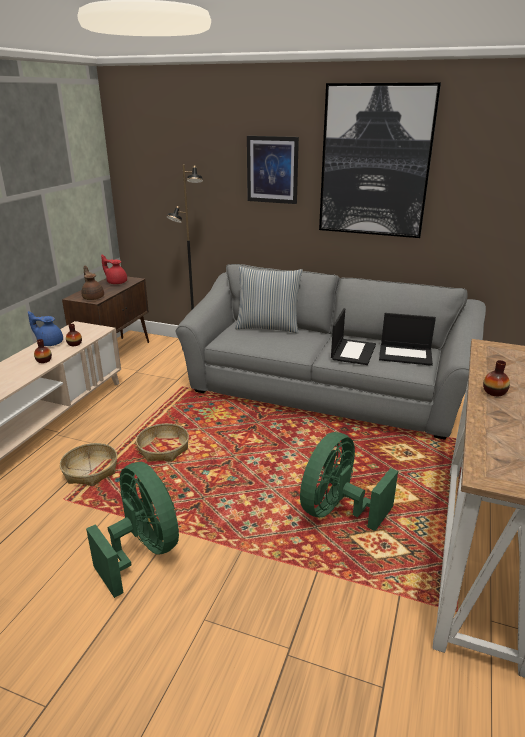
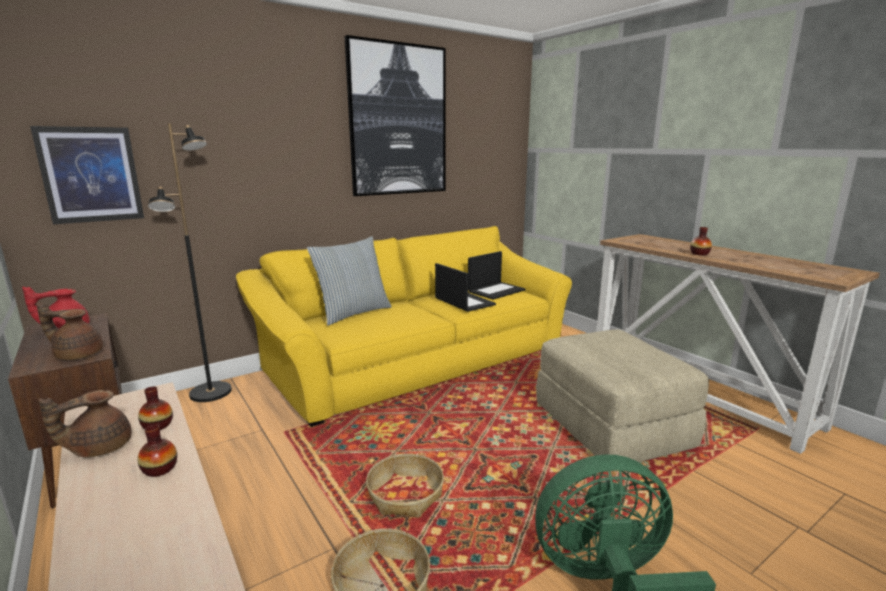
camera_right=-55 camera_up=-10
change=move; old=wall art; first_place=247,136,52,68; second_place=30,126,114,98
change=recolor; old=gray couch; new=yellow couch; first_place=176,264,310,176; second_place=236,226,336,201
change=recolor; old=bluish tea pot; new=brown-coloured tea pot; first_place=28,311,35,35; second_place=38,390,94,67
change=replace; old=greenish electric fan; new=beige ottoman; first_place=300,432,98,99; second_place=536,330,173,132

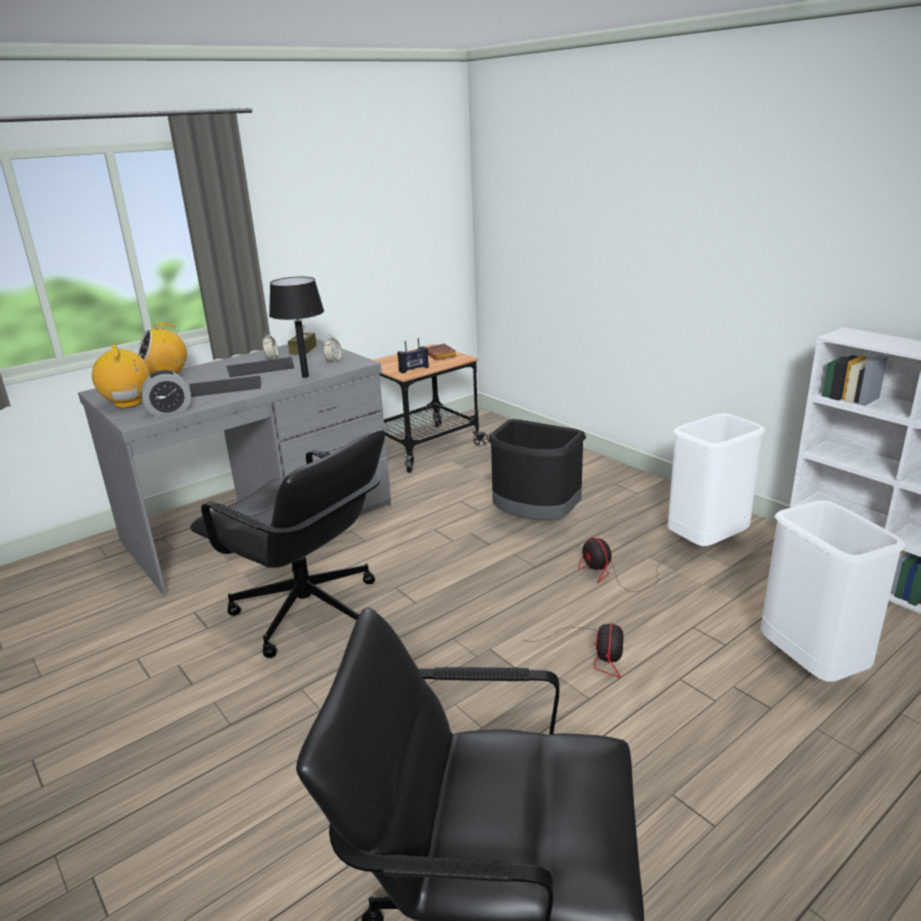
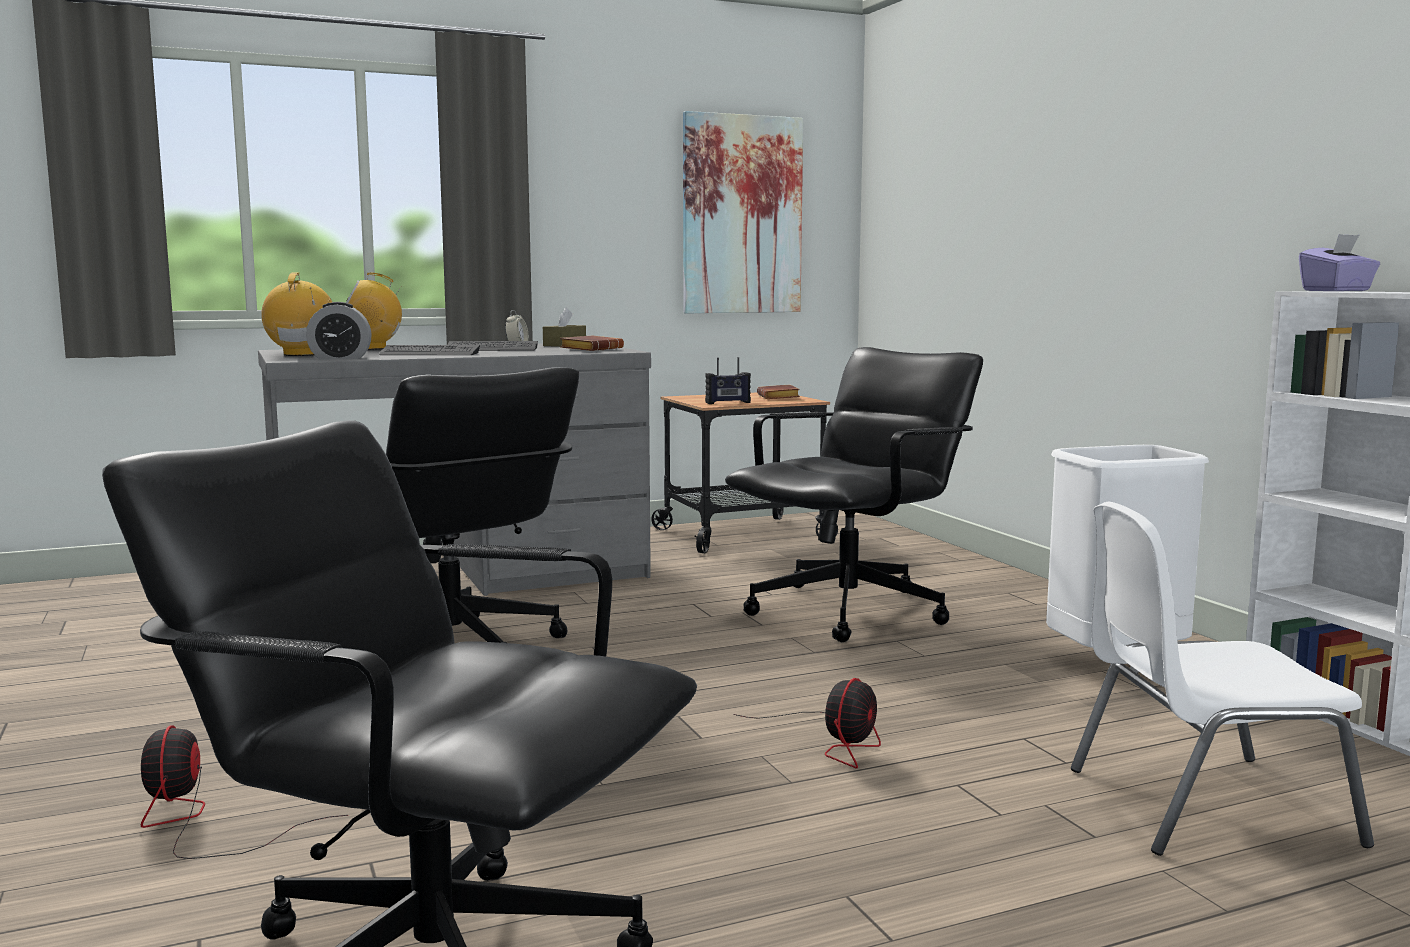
camera_right=15 camera_up=-15
change=delete; old=blackish tabletop lamp; first_place=269,277,55,101
change=replace; old=alarm clock; new=brown-coloured bound book; first_place=323,334,19,29; second_place=560,336,64,15
change=replace; old=blackish trash can; new=blackish office chair; first_place=488,419,98,102; second_place=725,347,258,295
change=replace; old=white-coloured trash can; new=white-coloured plain chair; first_place=760,500,146,182; second_place=1071,502,303,354
change=move; old=electric fan; first_place=578,538,89,54; second_place=141,725,208,134
change=insert; new=wall art; second_place=683,111,120,203
change=insert; new=purple tissue holder; second_place=1299,234,81,57

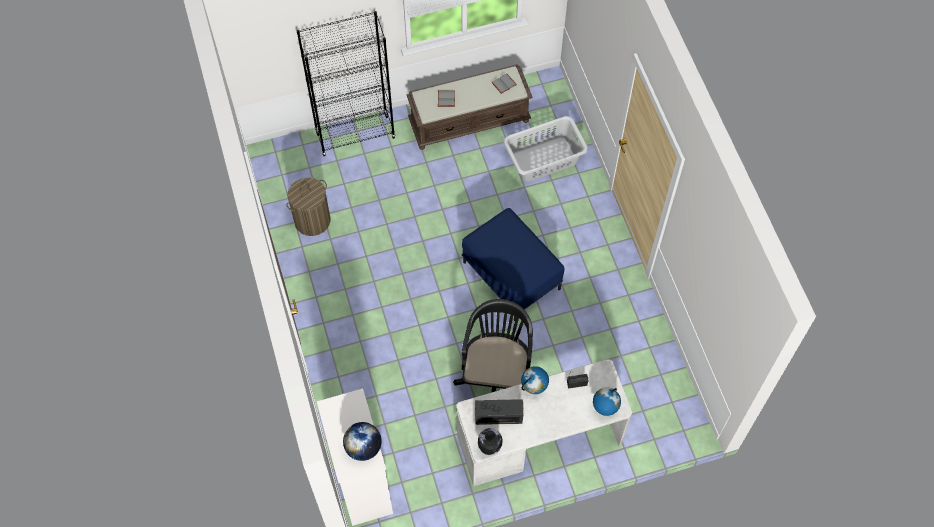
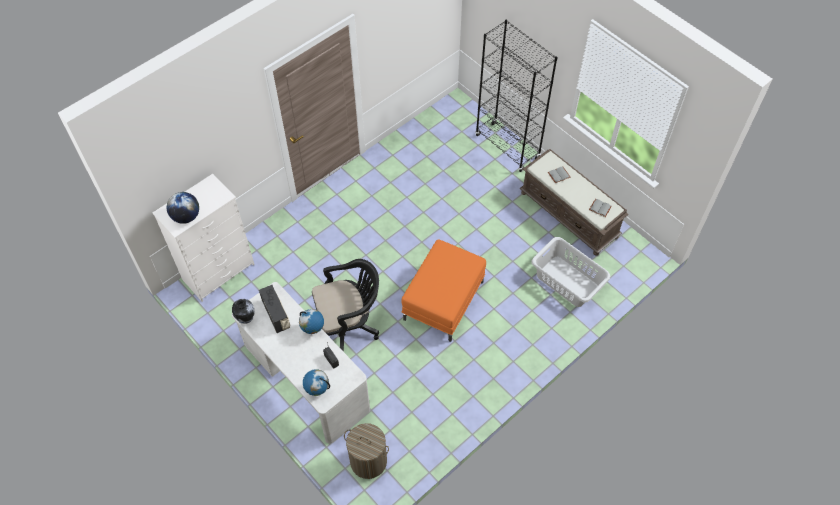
camera_right=65 camera_up=-5
change=move; old=laundry basket; first_place=286,178,44,58; second_place=344,423,45,56
change=recolor; old=bluish ottoman; new=orangey ottoman; first_place=462,208,102,113; second_place=402,240,84,102

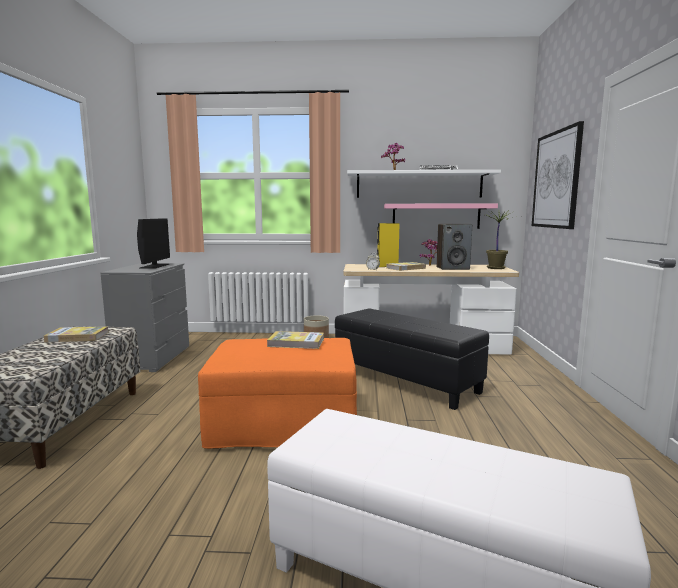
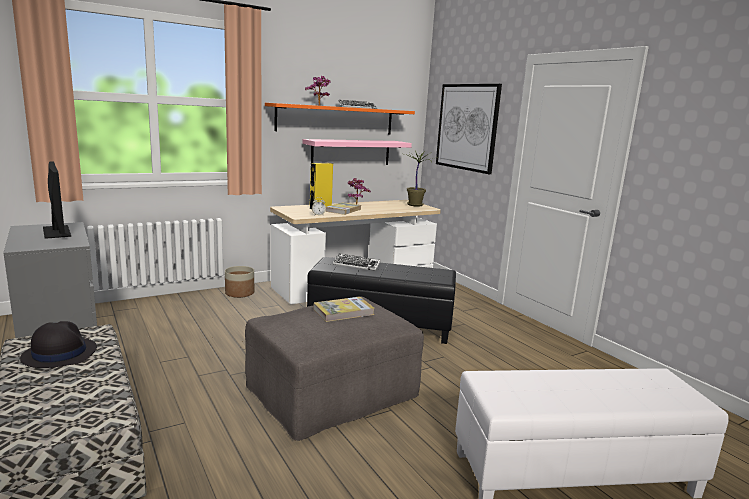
camera_right=-35 camera_up=5
change=recolor; old=white-coloured wall shelf; new=orangey wall shelf; first_place=347,170,154,28; second_place=265,103,150,32
change=delete; old=speaker; first_place=437,224,35,46
change=replace; old=bound book; new=blackish wearable hat; first_place=44,326,65,16; second_place=20,321,77,47
change=recolor; old=orangey ottoman; new=gray ottoman; first_place=198,338,159,111; second_place=245,296,179,145
change=insert; new=PC keyboard; second_place=333,254,48,17

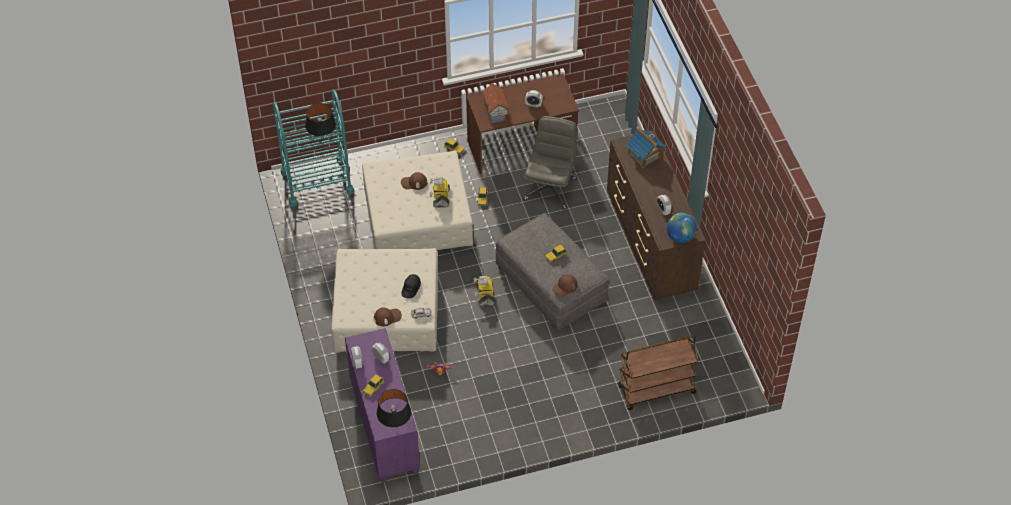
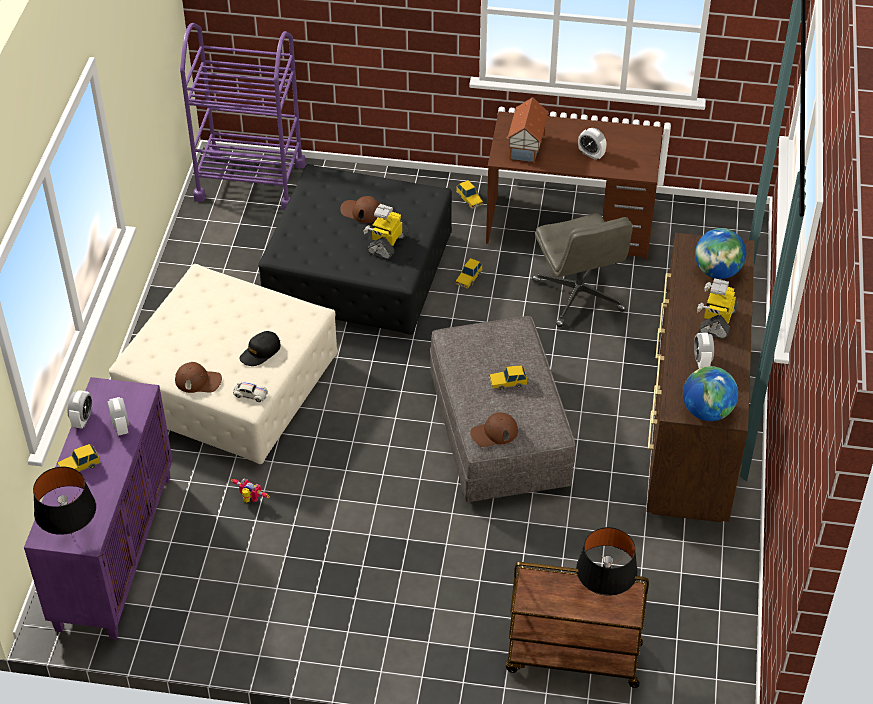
camera_right=25 camera_up=-5
change=recolor; old=turquoise wheeled cart; new=purple wheeled cart; first_place=273,90,81,117; second_place=180,23,126,187
change=move; old=blackish tabletop lamp; first_place=305,103,31,36; second_place=576,527,62,68
change=rotate; old=gray office chair; first_place=523,116,54,94; second_place=532,213,101,114; degrees=120
change=replace; old=miniature house; new=globe; first_place=626,127,40,42; second_place=695,228,51,51
change=recolor; old=beige ottoman; new=blackish ottoman; first_place=362,150,111,100; second_place=258,164,194,171
change=move; old=toy robot; first_place=474,276,21,31; second_place=697,278,41,61

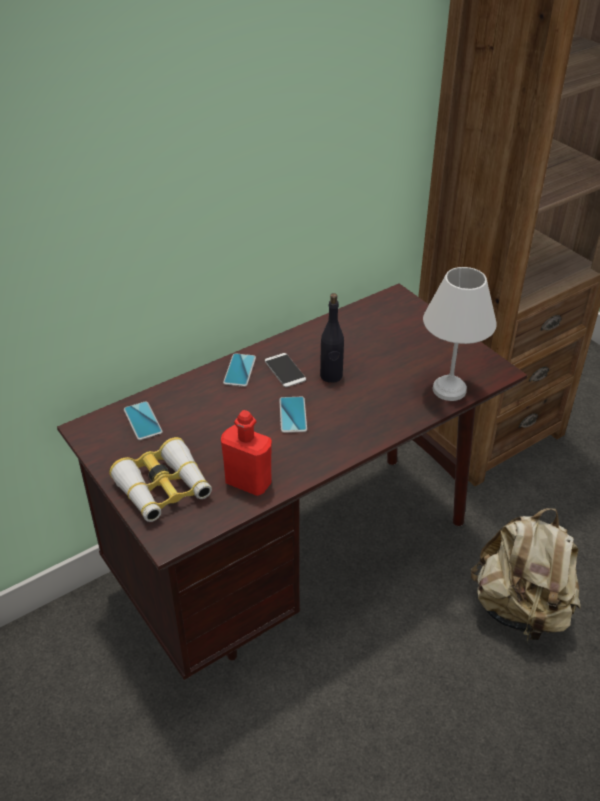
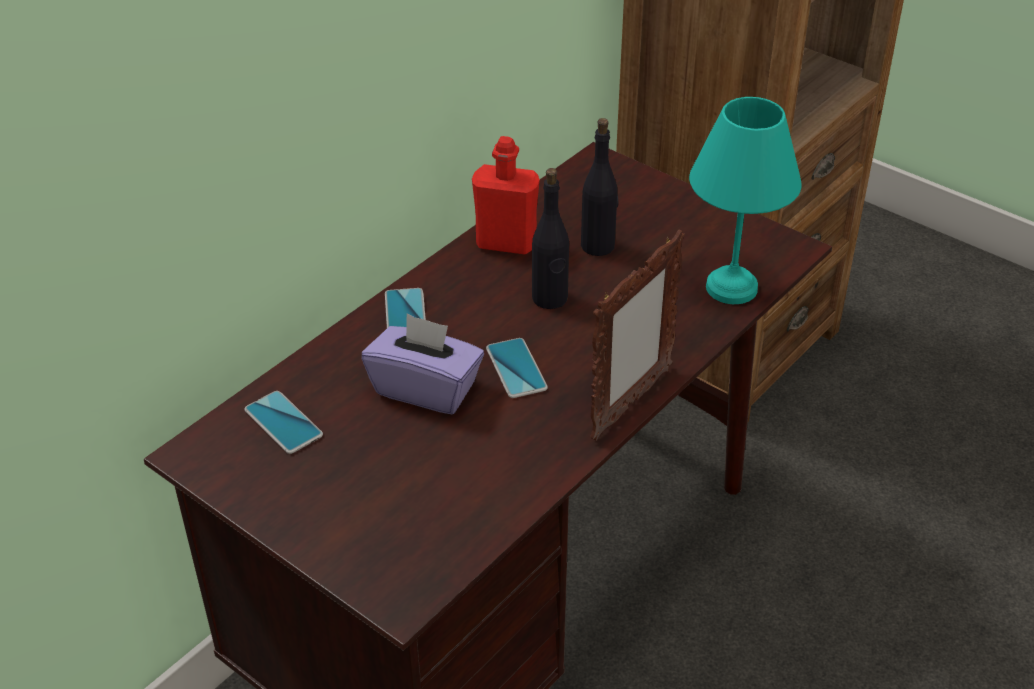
camera_right=-15 camera_up=0
change=recolor; old=white-coloured tabletop lamp; new=turquoise tabletop lamp; first_place=423,267,74,134; second_place=689,97,113,207
change=delete; old=telephone; first_place=265,353,41,34
change=move; old=red beverage bottle; first_place=221,410,51,86; second_place=472,136,68,119
change=delete; old=field glasses; first_place=109,437,103,85
change=delete; old=beige rucksack; first_place=471,508,110,134
change=insert; new=blackish beverage bottle; second_place=581,118,37,138
change=insert; new=picture frame; second_place=590,230,95,211
change=insert; new=purple tissue holder; second_place=362,313,122,101

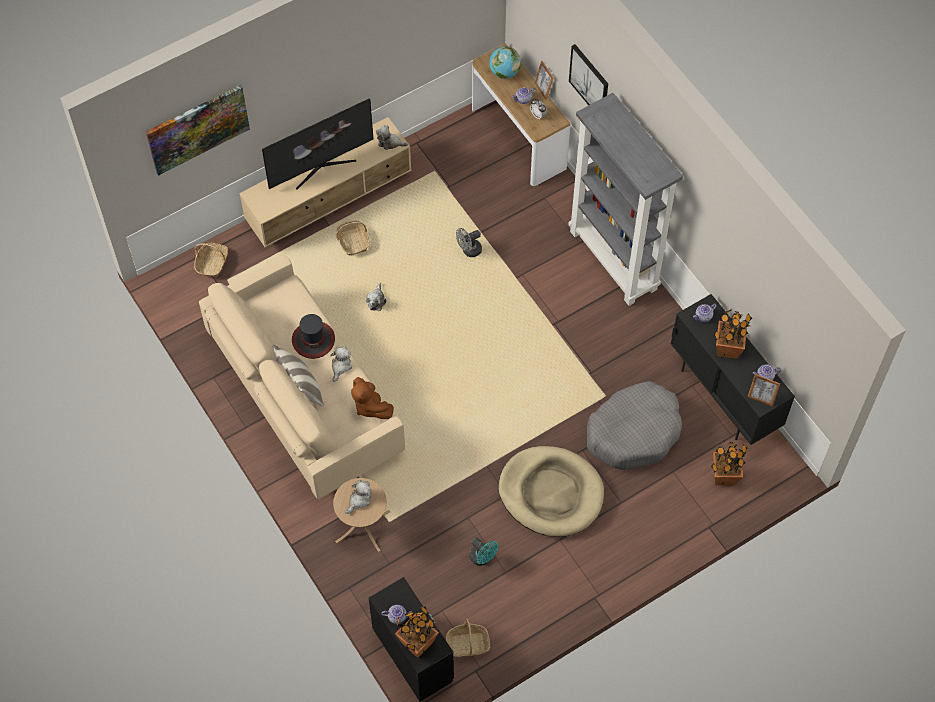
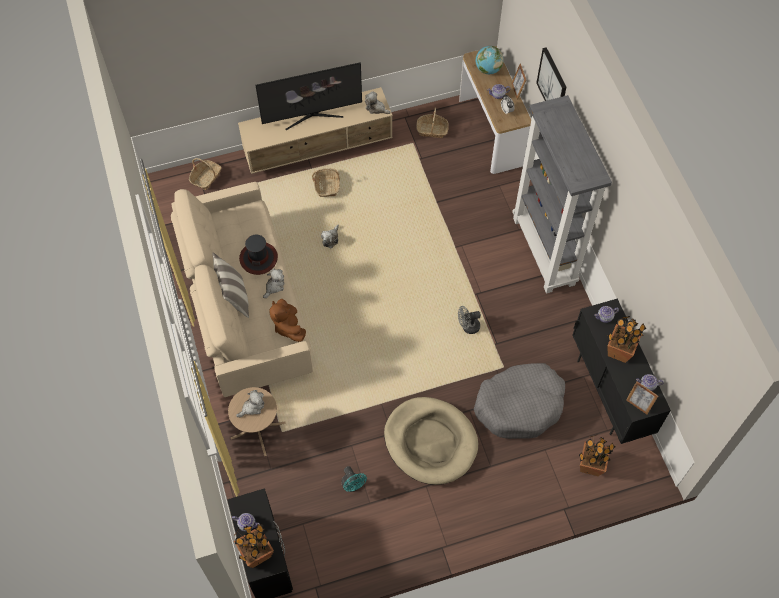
camera_right=15 camera_up=0
change=delete; old=wall art; first_place=146,85,104,91
change=move; old=gray electric fan; first_place=456,228,26,29; second_place=458,306,23,28
change=move; old=storage basket; first_place=446,619,44,38; second_place=417,107,32,31

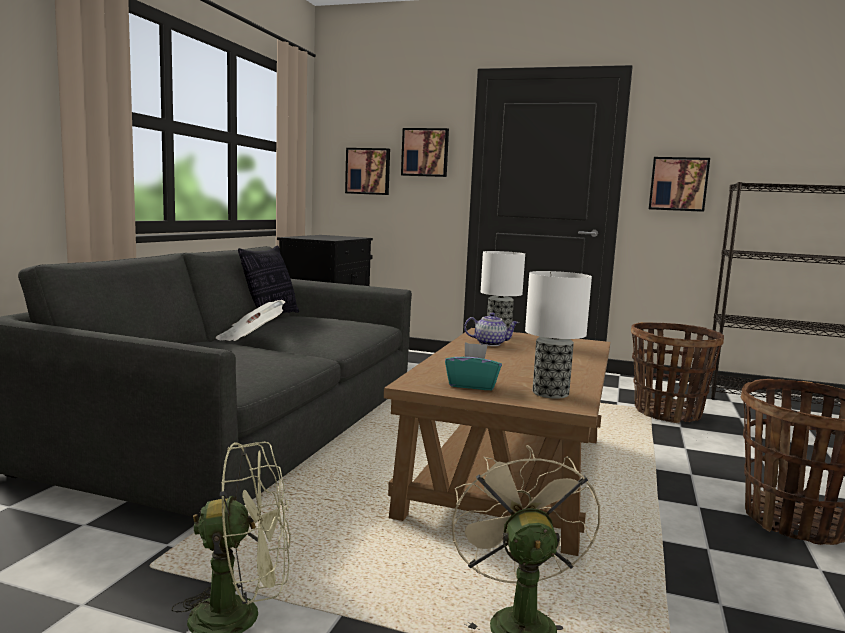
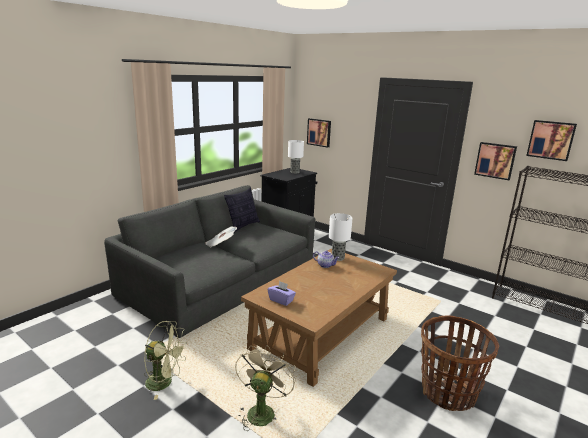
camera_right=20 camera_up=10
change=move; old=wall art; first_place=401,128,48,49; second_place=526,120,51,41
change=move; old=tabletop lamp; first_place=525,271,67,128; second_place=288,140,16,33
change=delete; old=storage basket; first_place=631,322,93,101
change=recolor; old=turquoise tissue holder; new=purple tissue holder; first_place=445,343,57,47; second_place=267,281,29,25

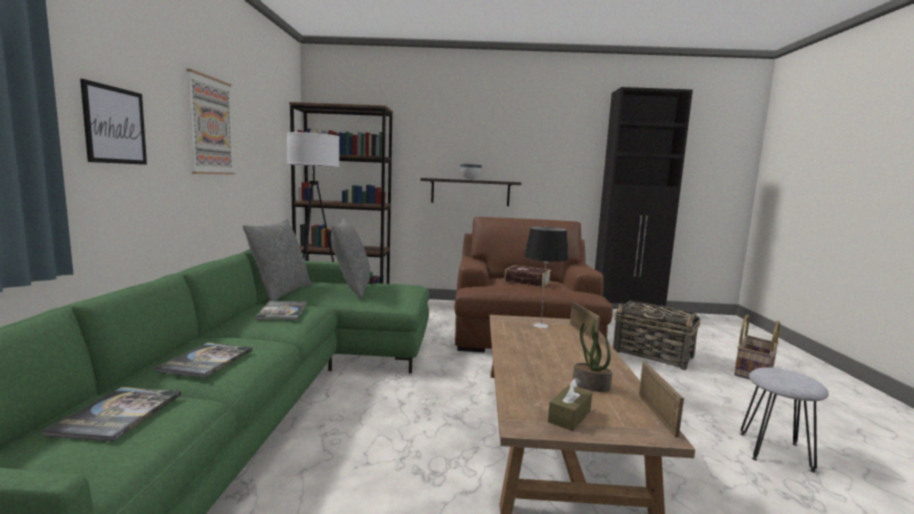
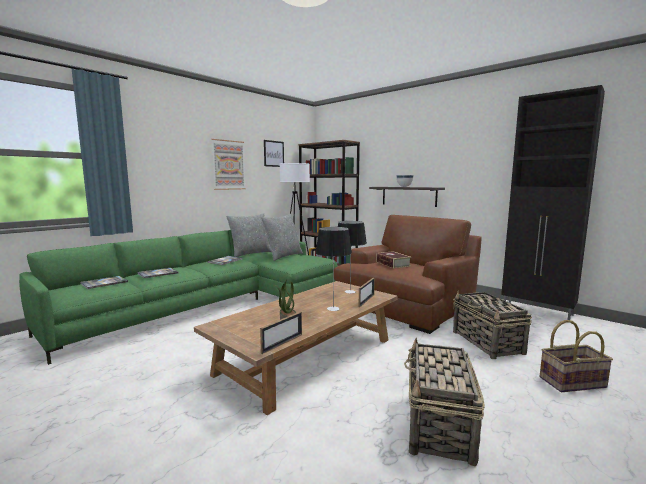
camera_right=40 camera_up=0
change=move; old=wall art; first_place=80,79,67,86; second_place=264,140,20,27
change=replace; old=gray stool seat; new=storage basket; first_place=740,367,89,106; second_place=404,338,81,128
change=delete; old=brown-coloured tissue holder; first_place=548,378,44,53
change=insert; new=tabletop lamp; second_place=315,227,37,84

